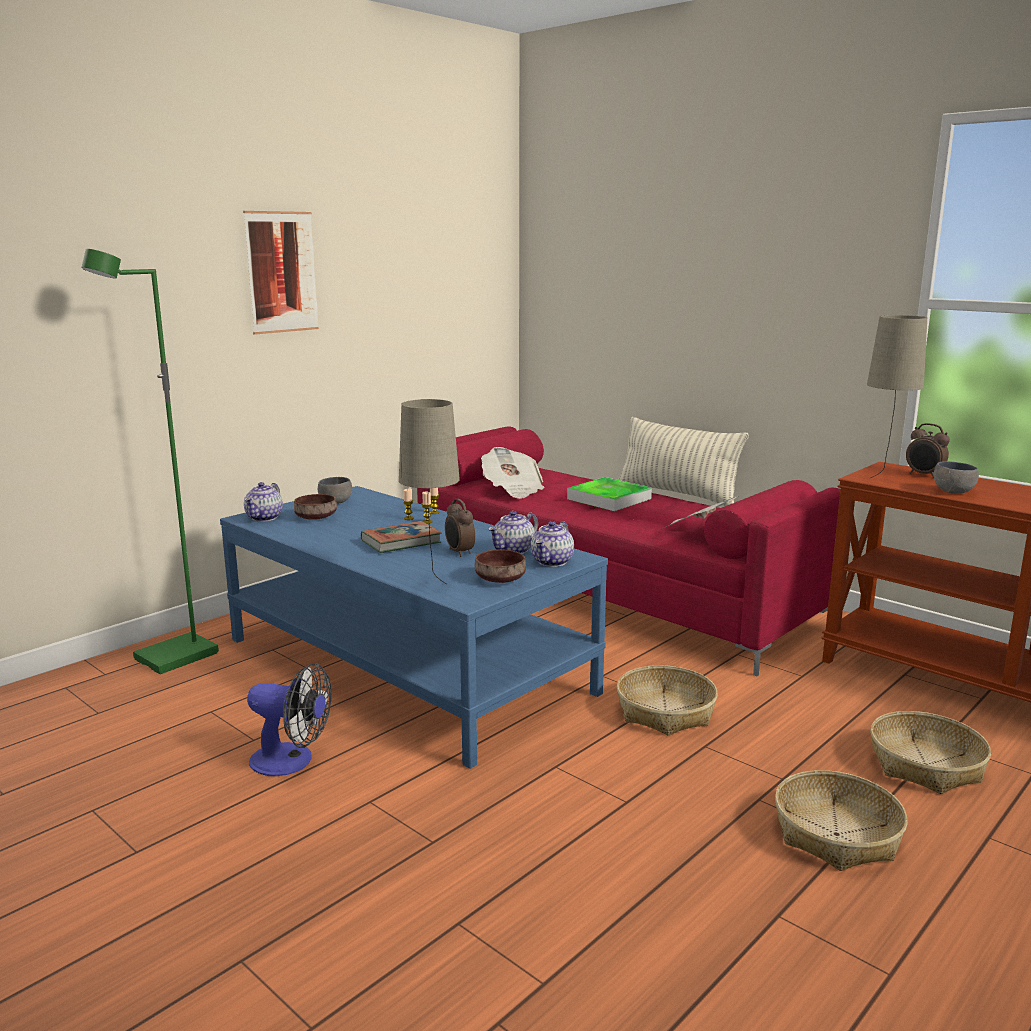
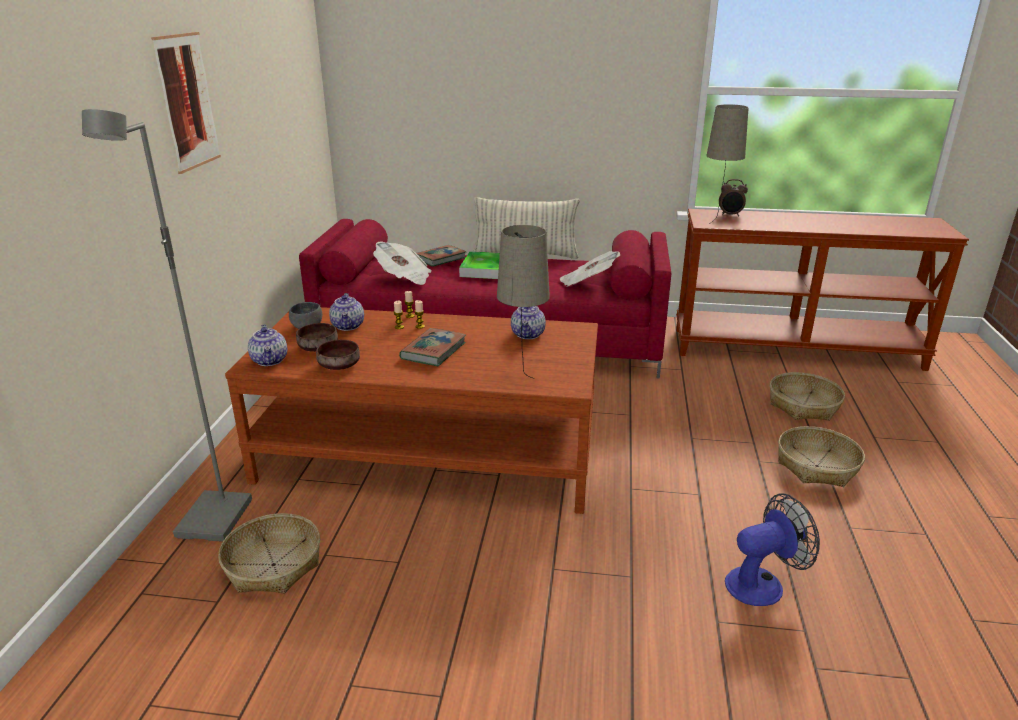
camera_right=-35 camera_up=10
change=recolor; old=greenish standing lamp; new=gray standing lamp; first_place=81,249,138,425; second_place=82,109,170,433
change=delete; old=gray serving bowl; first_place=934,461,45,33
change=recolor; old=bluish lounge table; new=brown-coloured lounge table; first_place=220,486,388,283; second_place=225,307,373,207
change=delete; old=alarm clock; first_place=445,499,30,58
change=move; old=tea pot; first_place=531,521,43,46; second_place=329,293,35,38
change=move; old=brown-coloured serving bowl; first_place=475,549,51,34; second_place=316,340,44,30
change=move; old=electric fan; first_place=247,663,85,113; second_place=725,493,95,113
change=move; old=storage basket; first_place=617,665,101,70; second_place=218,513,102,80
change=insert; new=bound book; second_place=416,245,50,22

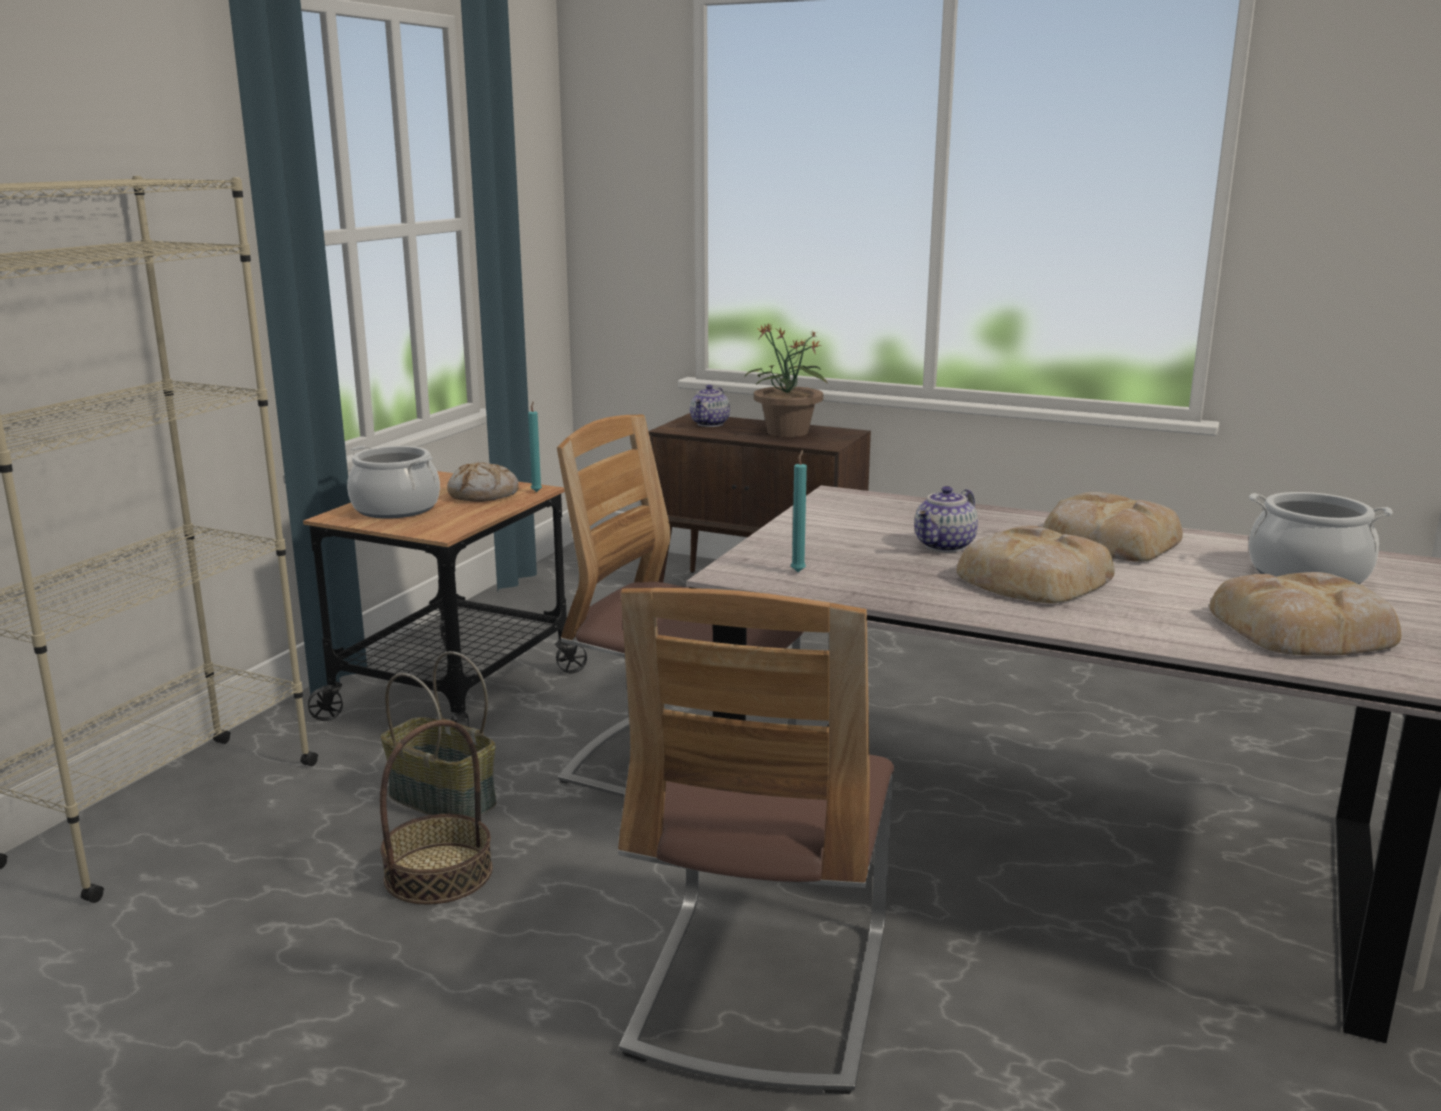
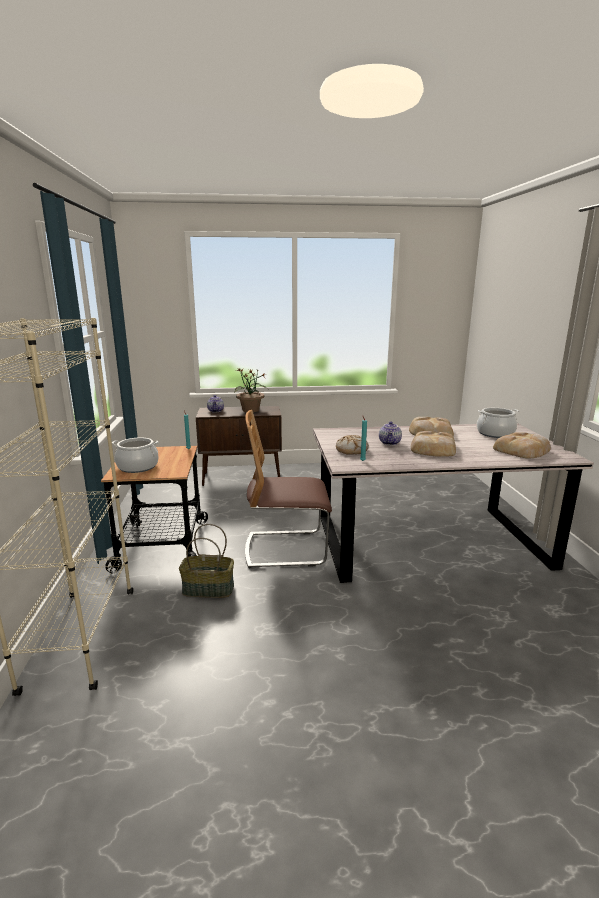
camera_right=-30 camera_up=0
change=move; old=baked bread; first_place=447,462,72,40; second_place=336,435,33,20
change=delete; old=plain chair; first_place=618,588,276,506
change=delete; old=storage basket; first_place=380,720,113,185

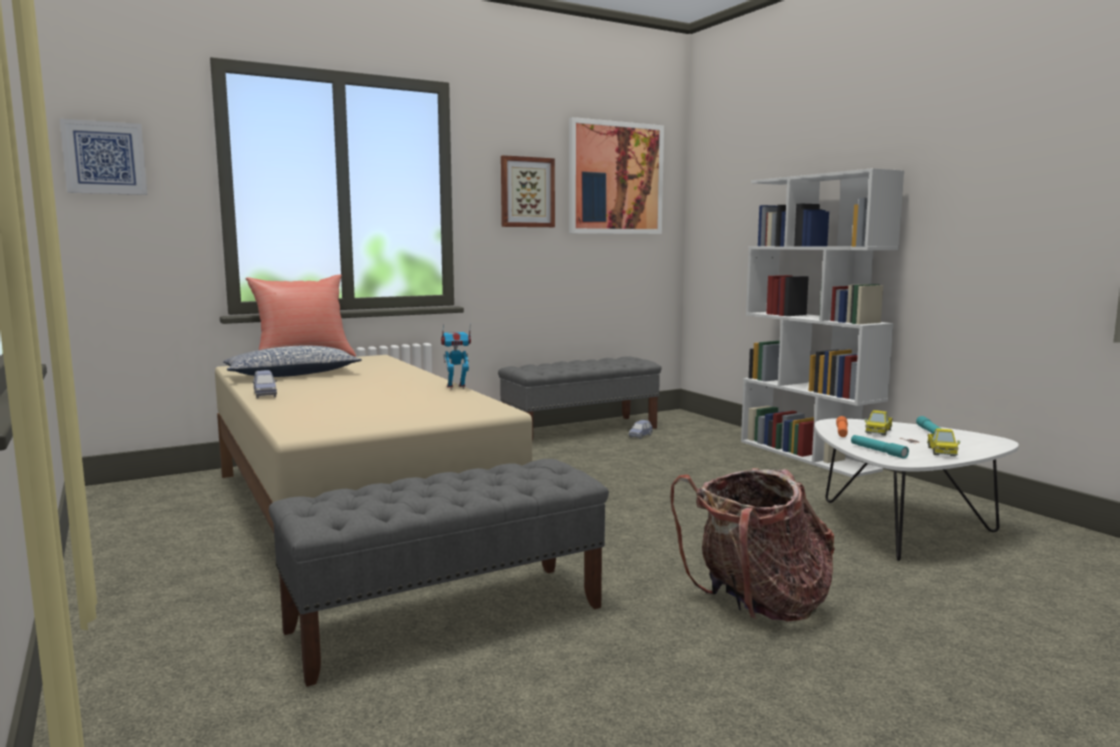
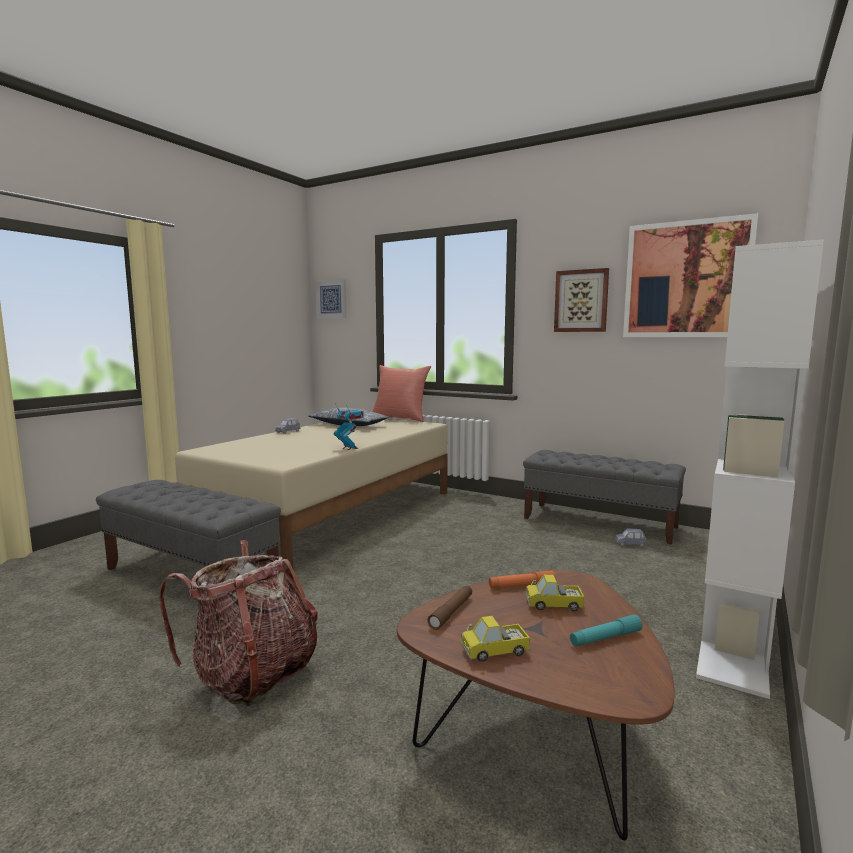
camera_right=60 camera_up=0
change=recolor; old=white-coloured lounge table; new=brown-coloured lounge table; first_place=815,418,204,143; second_place=397,570,277,271
change=recolor; old=turquoise torch; new=brown-coloured torch; first_place=851,435,58,24; second_place=427,586,45,44

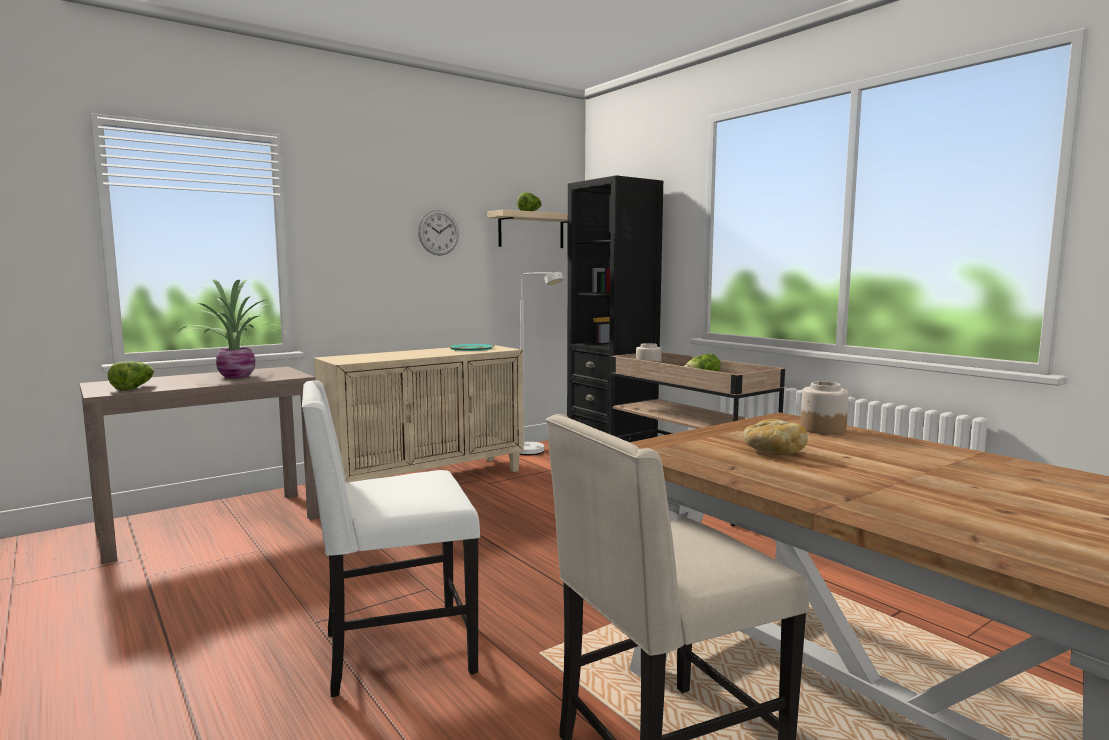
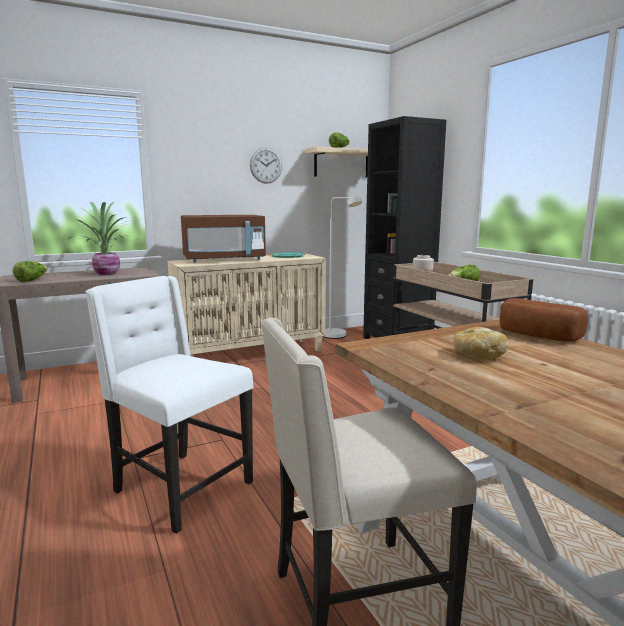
camera_right=10 camera_up=5
change=rotate; old=white-coloured plain chair; first_place=302,380,178,317; second_place=85,276,168,258; degrees=45
change=replace; old=preserve jar; new=baked bread; first_place=801,381,48,54; second_place=500,298,88,44
change=insert; new=brown-coloured kitchen microwave; second_place=181,215,85,48

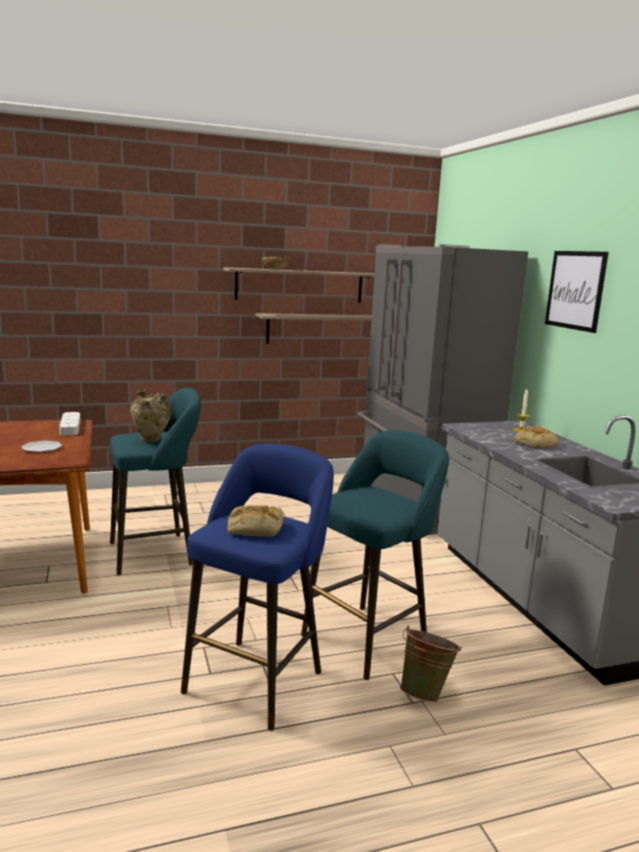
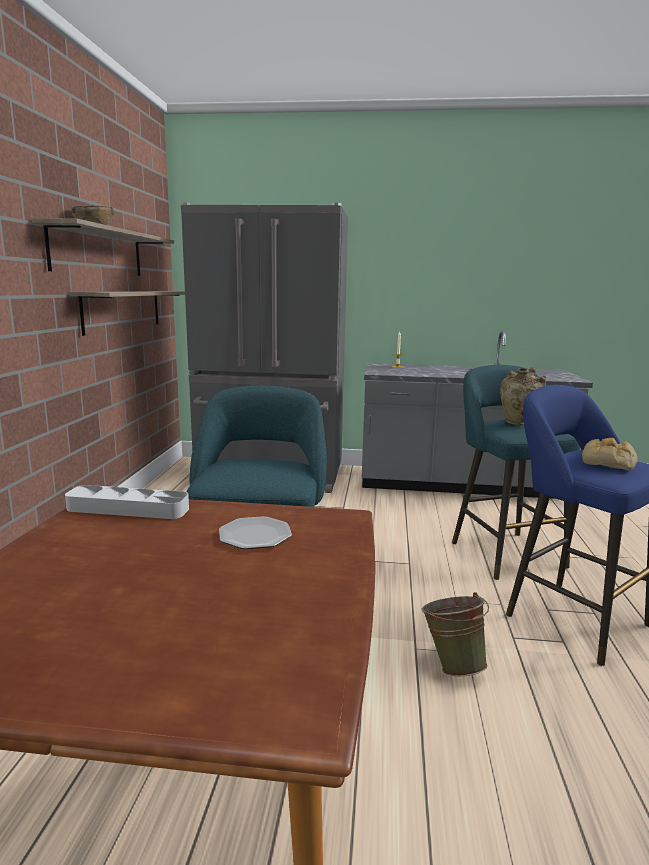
camera_right=-65 camera_up=0
change=delete; old=wall art; first_place=545,251,64,82
change=move; old=beige vase; first_place=130,390,42,52; second_place=500,367,46,59
change=delete; old=baked bread; first_place=514,426,45,23
change=move; old=greenish bucket; first_place=400,626,62,76; second_place=422,592,67,84

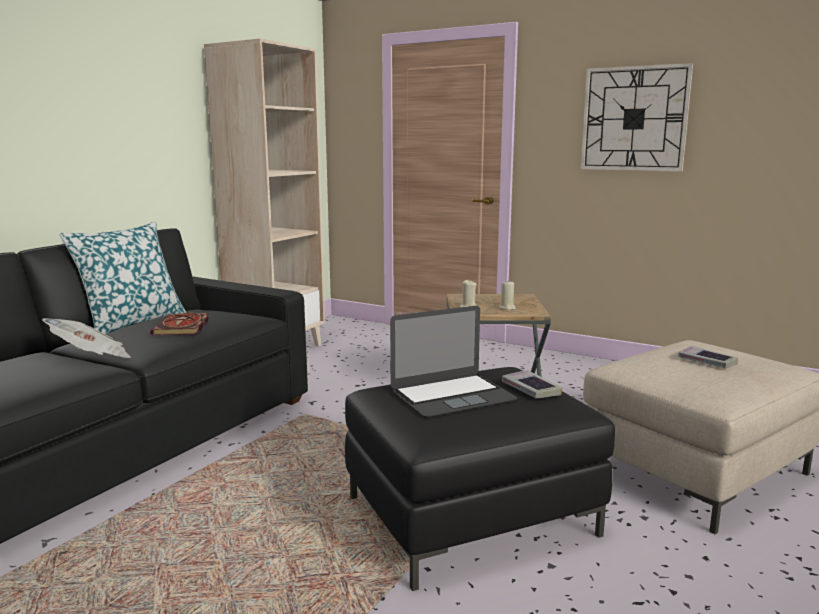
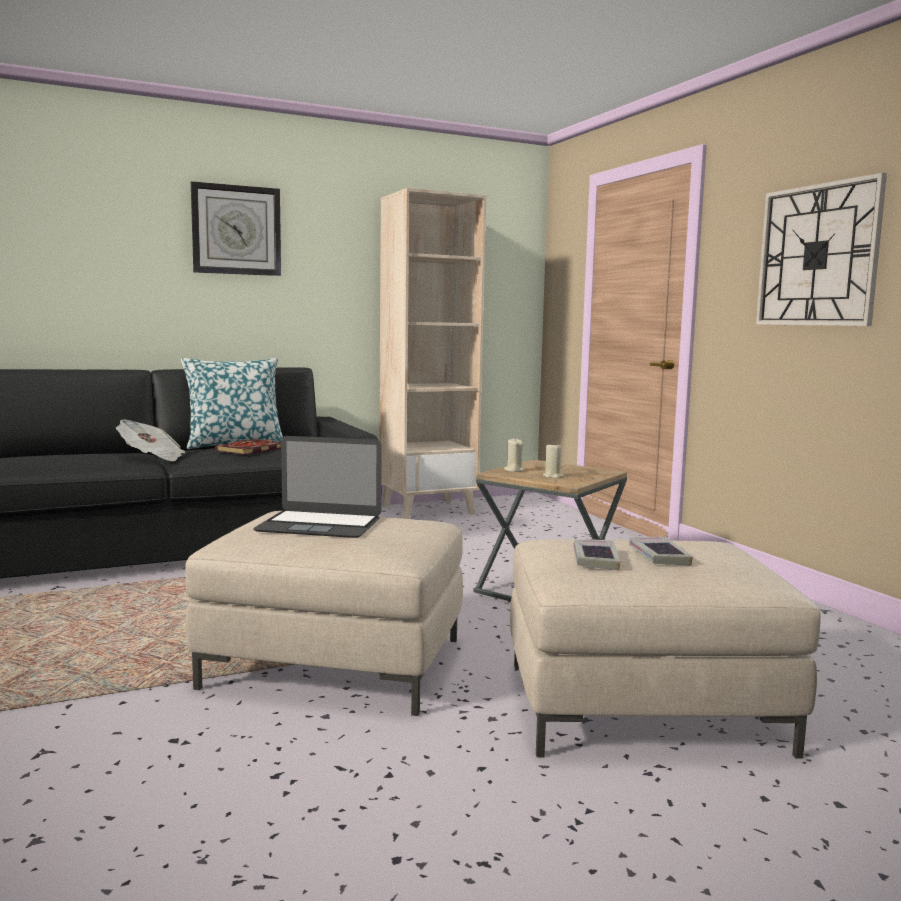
camera_right=35 camera_up=-5
change=recolor; old=blackish ottoman; new=beige ottoman; first_place=345,367,270,224; second_place=185,511,278,205
change=move; old=bound book; first_place=502,370,60,28; second_place=573,540,48,30
change=insert; new=hanging clock; second_place=191,181,90,95

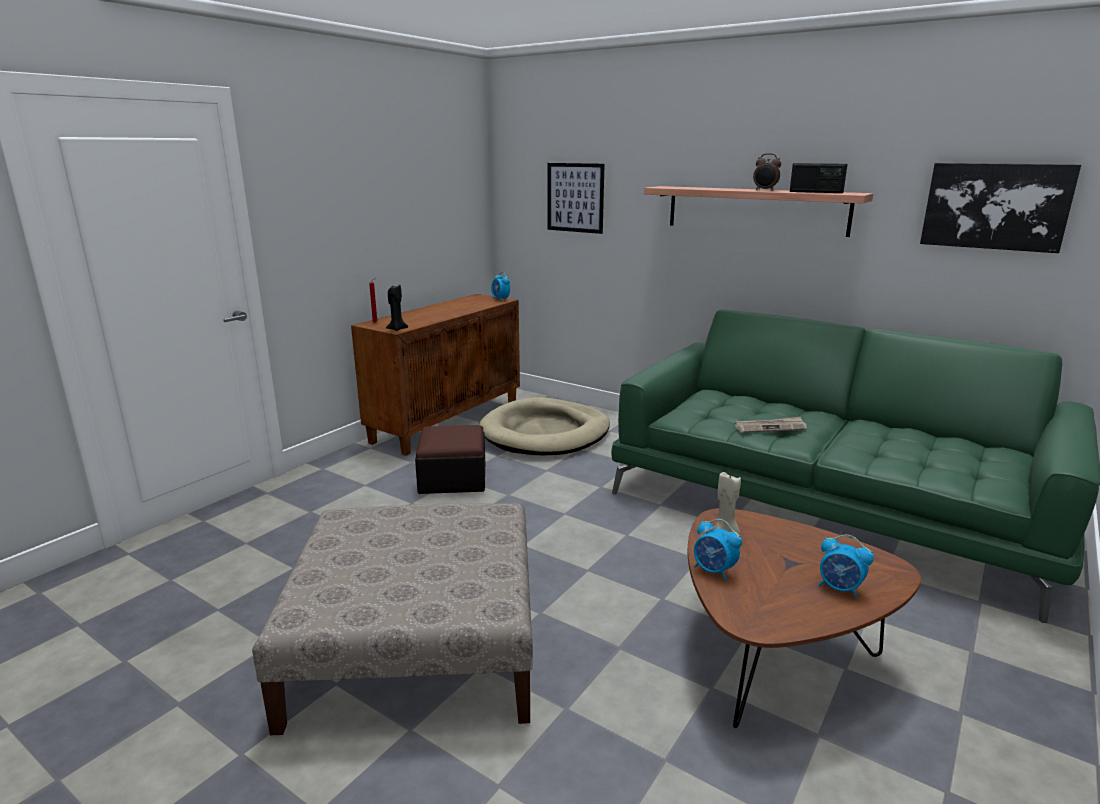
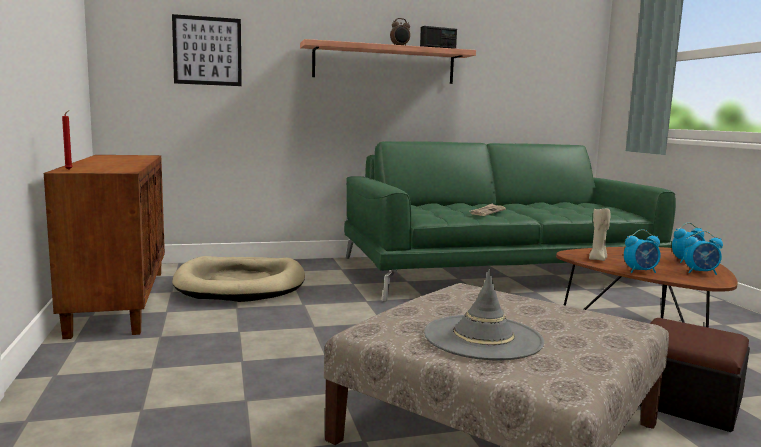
camera_right=-50 camera_up=-10
change=delete; old=wall art; first_place=920,163,161,90
change=move; old=alarm clock; first_place=491,272,19,30; second_place=684,231,39,44
change=delete; old=blackish candle; first_place=386,285,22,46
change=move; old=ottoman; first_place=415,425,70,69; second_place=640,318,110,114
change=insert; new=gray wearable hat; second_place=424,269,120,92

